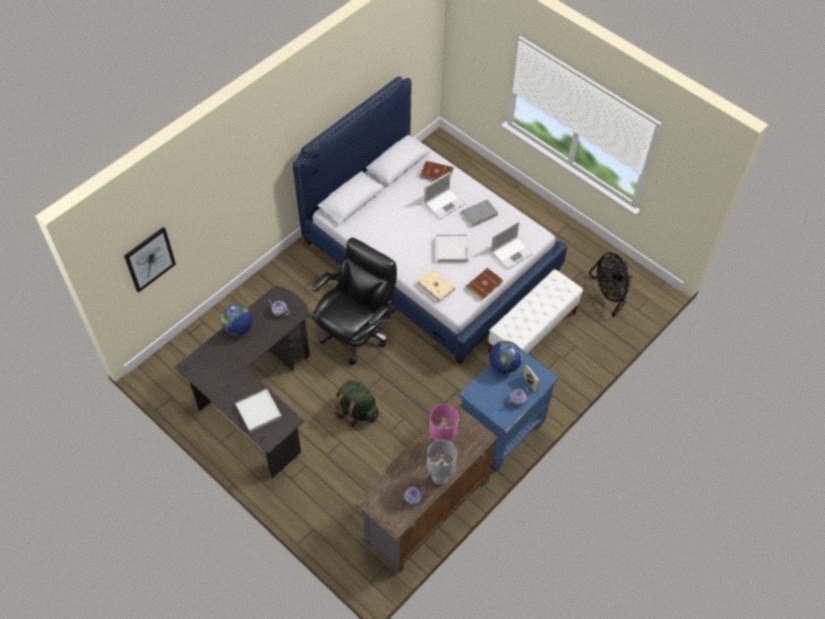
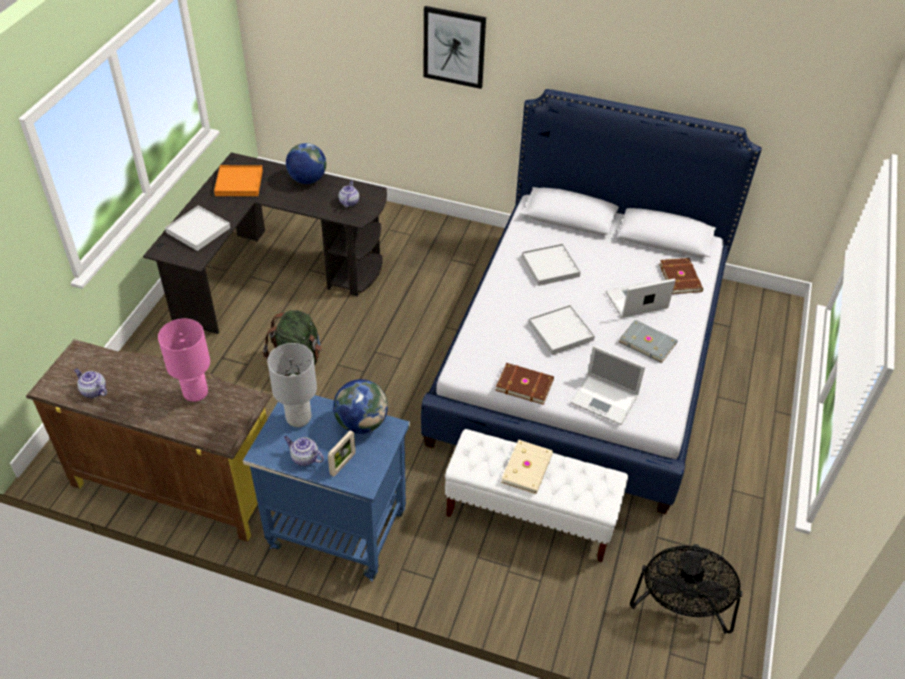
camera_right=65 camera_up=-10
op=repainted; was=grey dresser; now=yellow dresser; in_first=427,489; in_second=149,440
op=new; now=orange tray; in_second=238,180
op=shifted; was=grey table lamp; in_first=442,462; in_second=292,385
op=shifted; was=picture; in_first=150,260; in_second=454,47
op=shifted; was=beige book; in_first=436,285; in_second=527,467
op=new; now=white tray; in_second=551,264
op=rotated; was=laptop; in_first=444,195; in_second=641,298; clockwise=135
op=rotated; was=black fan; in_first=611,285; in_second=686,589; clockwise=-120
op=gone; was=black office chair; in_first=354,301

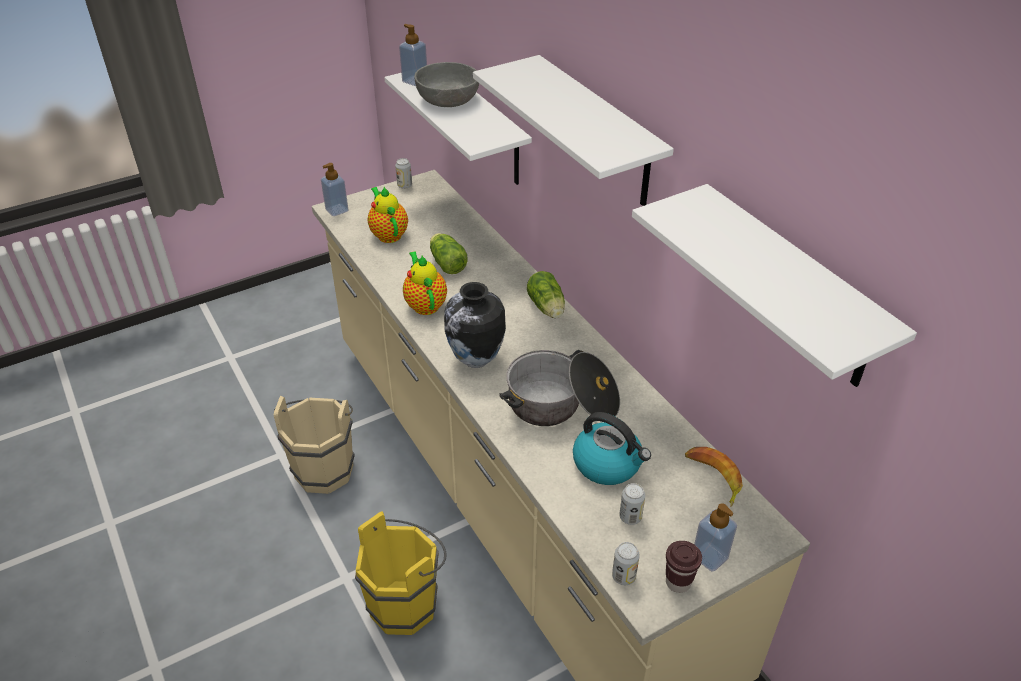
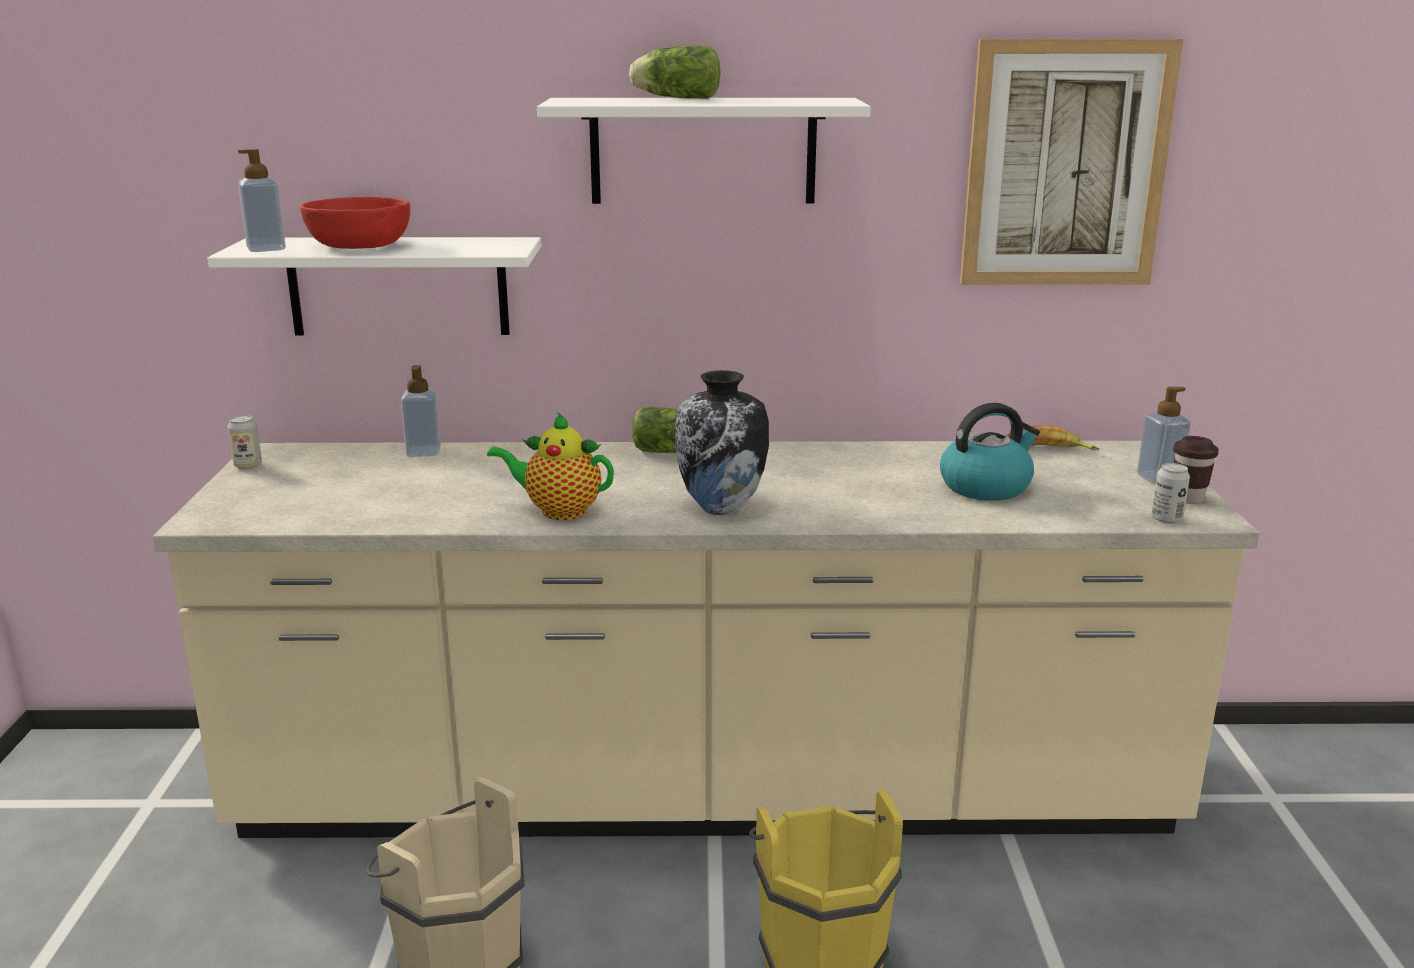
camera_right=-60 camera_up=-20
op=repainted; was=grey bowl; now=red bowl; in_first=446,84; in_second=355,223
op=shifted; was=soap dispenser; in_first=335,189; in_second=421,411
op=shifted; was=lettuce; in_first=449,253; in_second=675,72
op=swapped; was=white shelf; now=picture; in_first=774,285; in_second=1071,162
op=gone; was=teapot; in_first=388,215
op=gone; was=cooking pot; in_first=559,388
op=gone; was=can; in_first=632,504

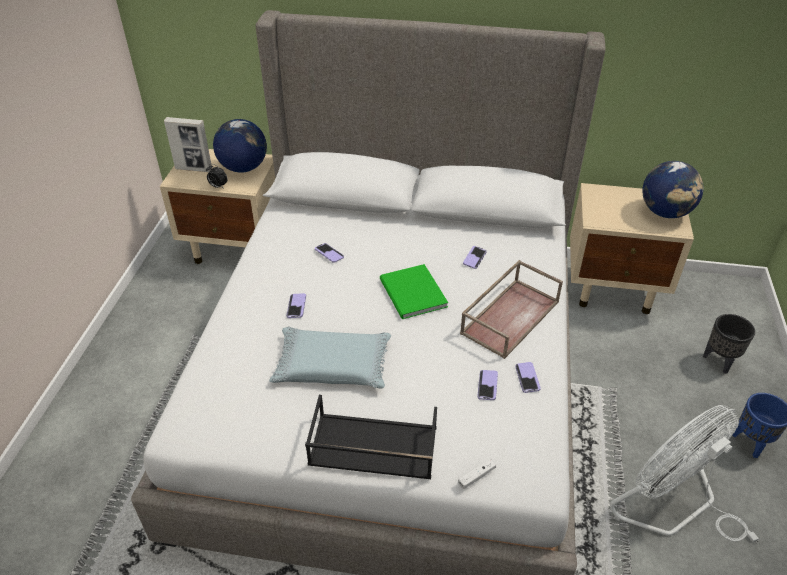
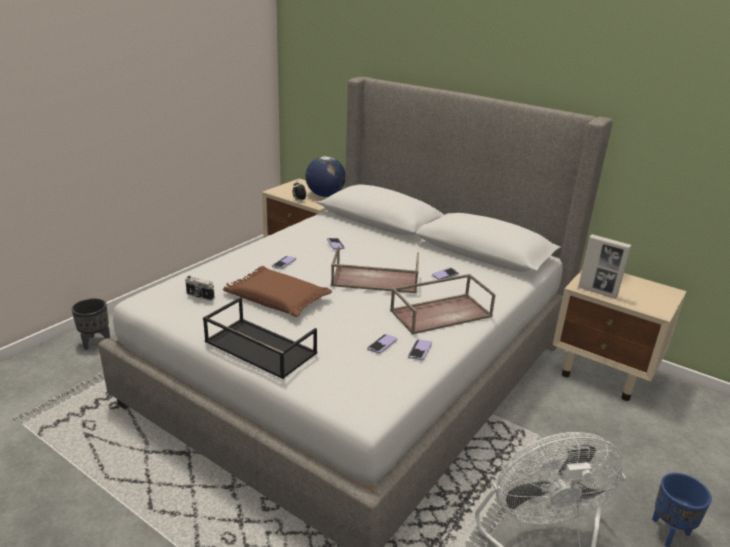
camera_right=25 camera_up=-15
op=shifted; was=black planter; in_first=729,343; in_second=90,324
op=new; now=photo camera; in_second=200,288
op=repainted; was=blue pillow; now=brown pillow; in_first=330,358; in_second=277,291
op=swapped; was=green book; now=brown tray; in_first=414,291; in_second=375,269
op=shifted; was=picture frame; in_first=188,144; in_second=605,266
op=gone; was=white game controller; in_first=477,474
op=gone; was=globe; in_first=673,189

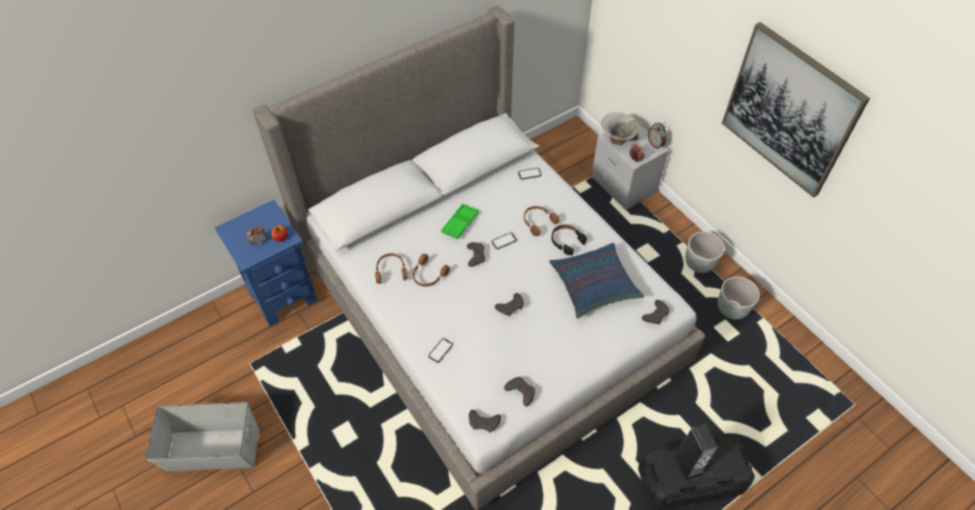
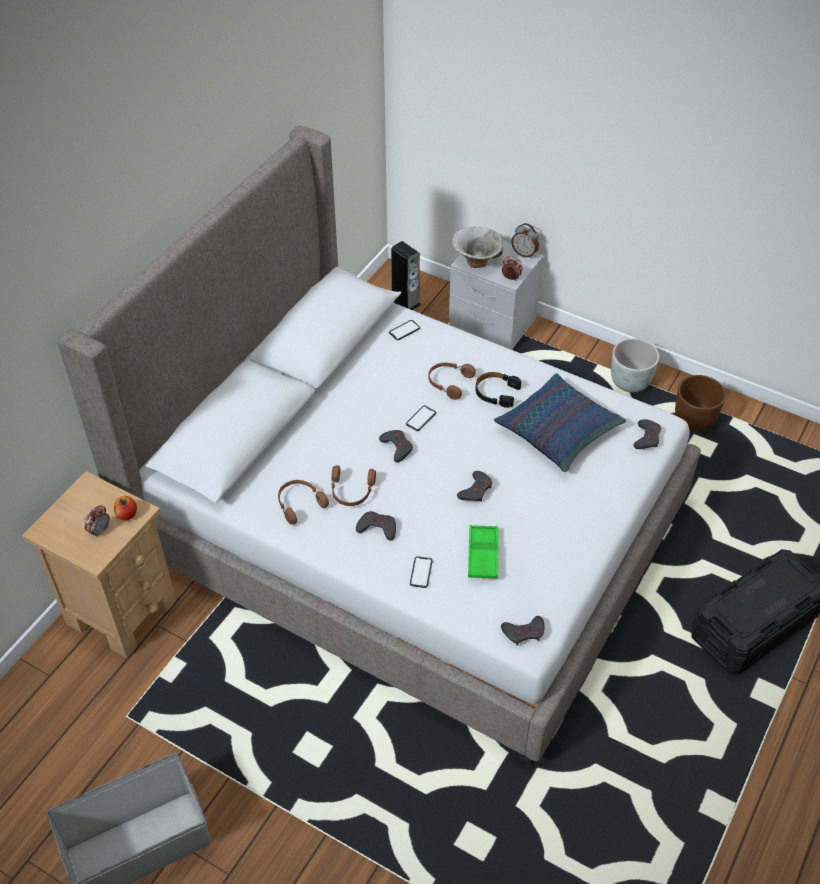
camera_right=-25 camera_up=-5
op=repainted; was=blue nightstand; now=beige nightstand; in_first=266,263; in_second=99,564
op=shifted; was=grey game controller; in_first=519,392; in_second=376,525
op=shifted; was=speaker; in_first=696,452; in_second=406,275
op=shifted; was=green tray; in_first=460,221; in_second=483,552
op=repainted; was=grey planter; now=brown planter; in_first=739,298; in_second=700,403
op=gone; was=picture; in_first=796,110

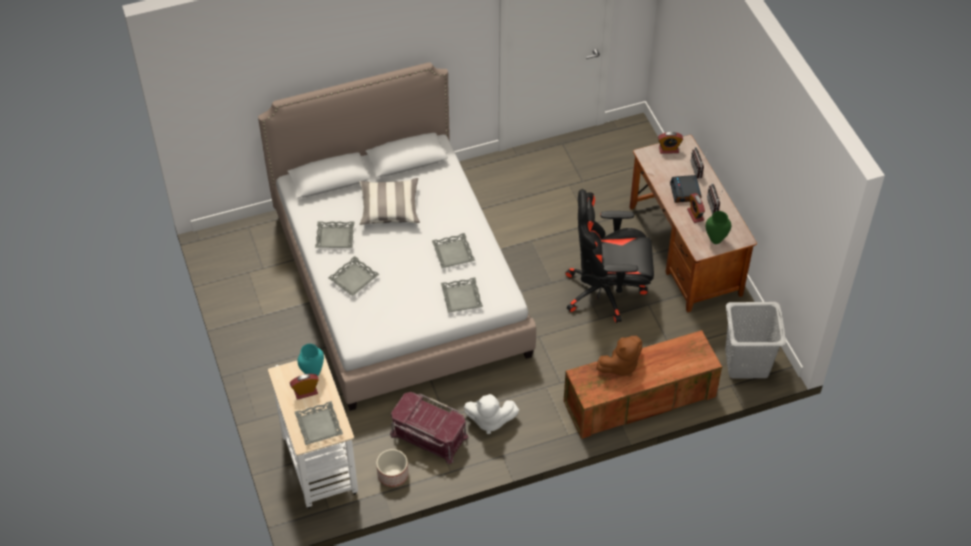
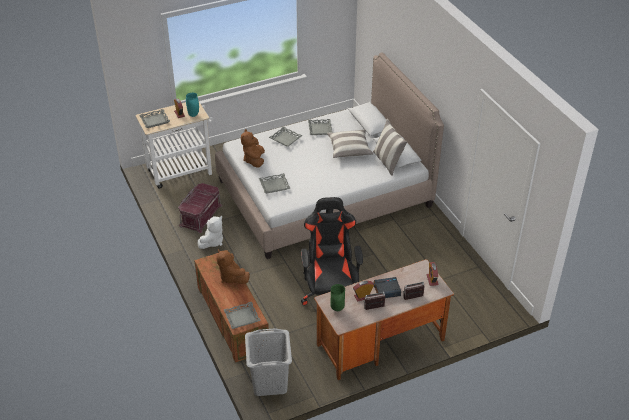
camera_right=85 camera_up=-10
op=rotated; was=white plush toy; in_first=491,414; in_second=210,232; clockwise=-150
op=shifted; was=grey tray; in_first=453,250; in_second=242,315
op=new; now=brown plush toy; in_second=253,148
op=new; now=pillow; in_second=390,147
op=gone; was=planter; in_first=392,468

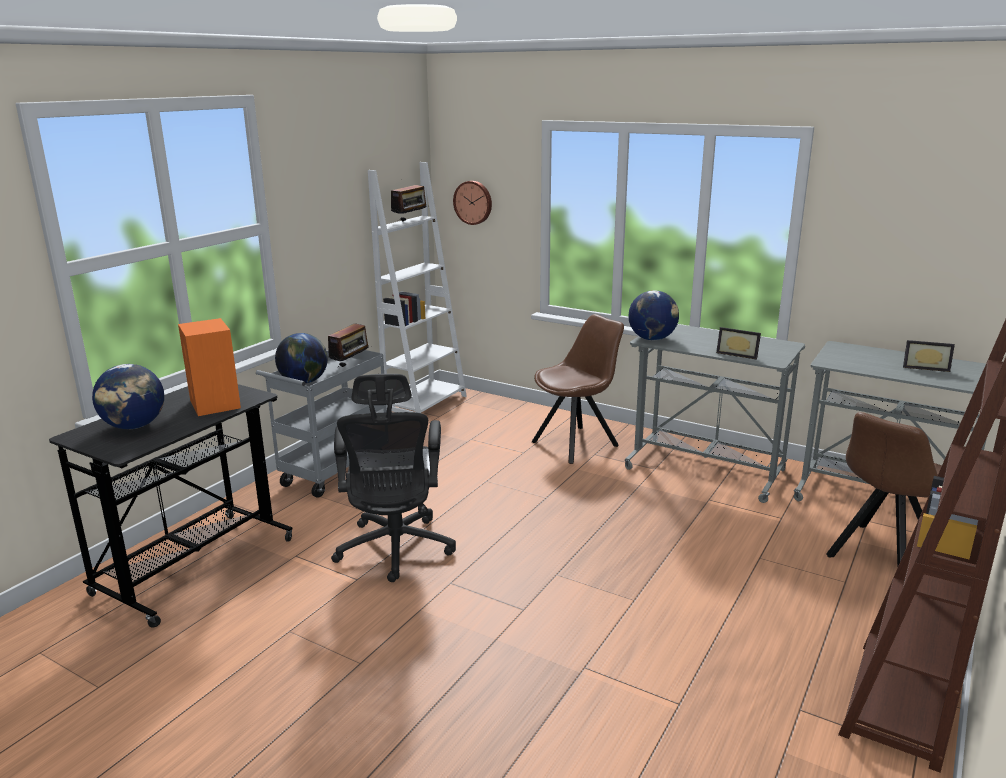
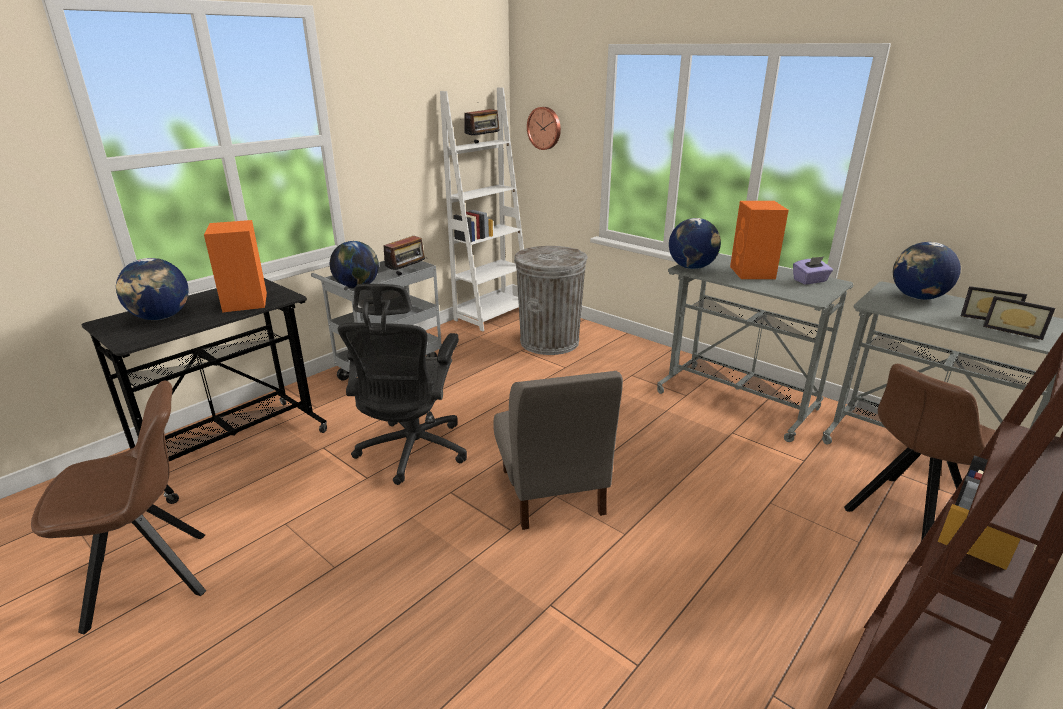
camera_right=10 camera_up=5
op=shifted; was=brown chair; in_first=578,389; in_second=118,508
op=new; now=grey chair; in_second=558,450
op=new; now=grey trash can; in_second=551,300
op=new; now=orange speaker; in_second=759,240
op=new; now=purple tissue box; in_second=813,271
op=new; now=globe; in_second=927,271
op=shifted; was=picture frame; in_first=738,343; in_second=1019,318

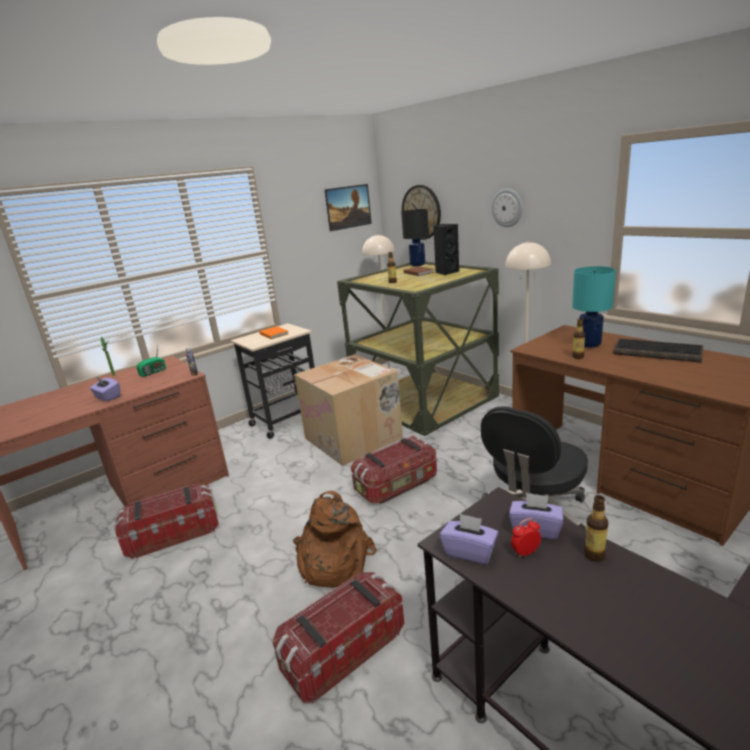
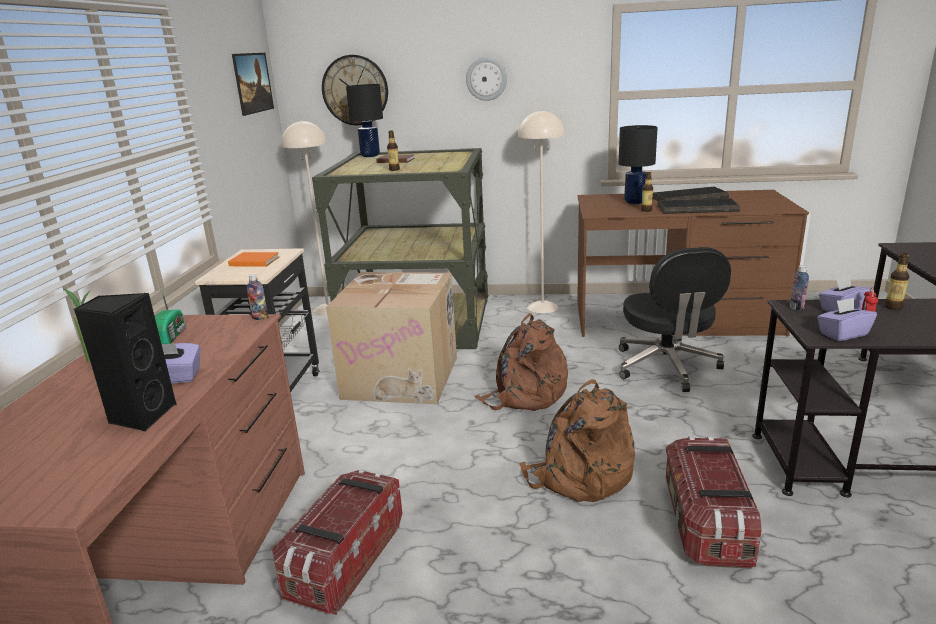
camera_right=-45 camera_up=0
op=shifted; was=black speaker; in_first=446,249; in_second=125,362
op=swapped; was=storage box; now=brown backpack; in_first=394,470; in_second=521,362
op=repainted; was=turquoise table lamp; now=black table lamp; in_first=594,307; in_second=638,164
op=new; now=keyboard; in_second=699,206
op=new; now=bottle; in_second=799,288

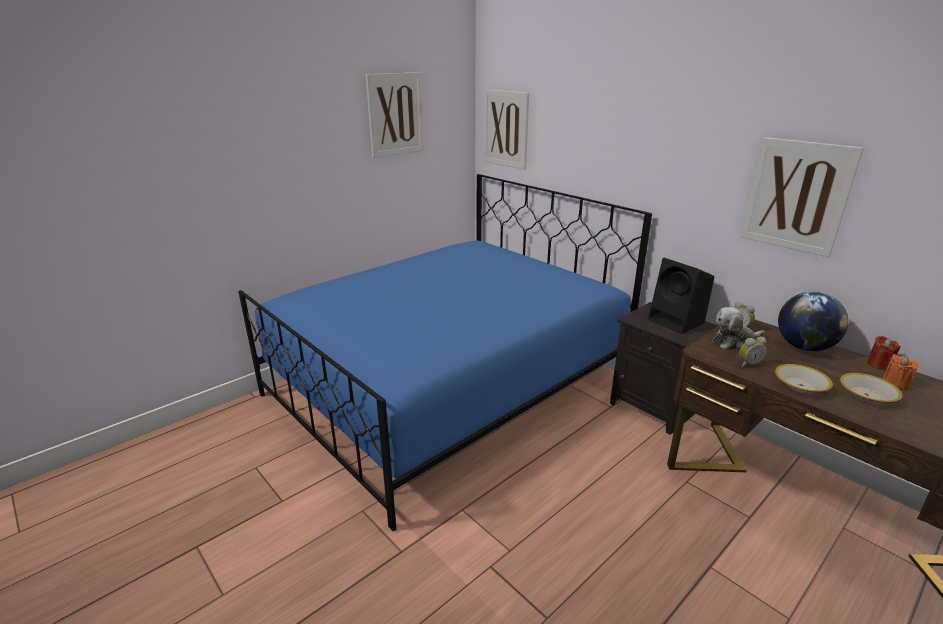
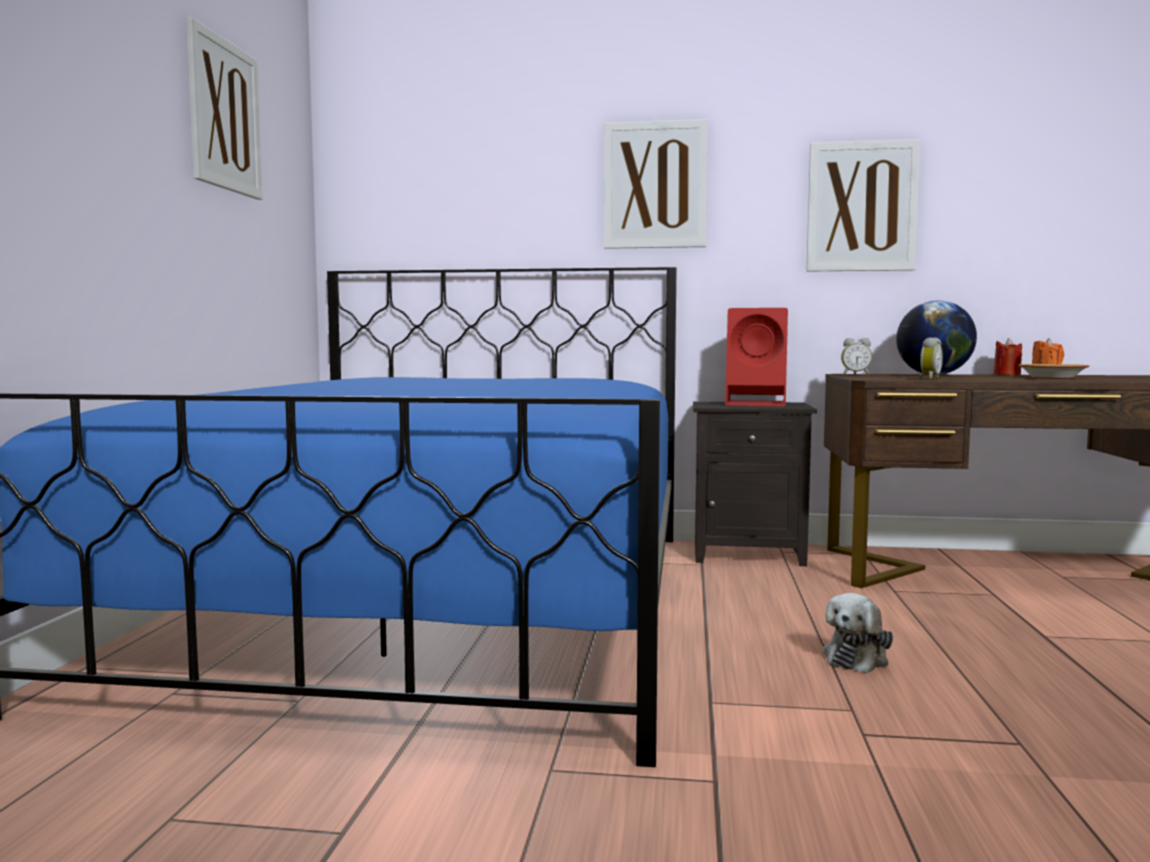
camera_right=-40 camera_up=-20
op=shifted; was=picture; in_first=506,130; in_second=656,184
op=repainted; was=black speaker; now=red speaker; in_first=681,296; in_second=756,357
op=shifted; was=plush toy; in_first=738,328; in_second=857,633
op=gone; was=bowl; in_first=804,379

